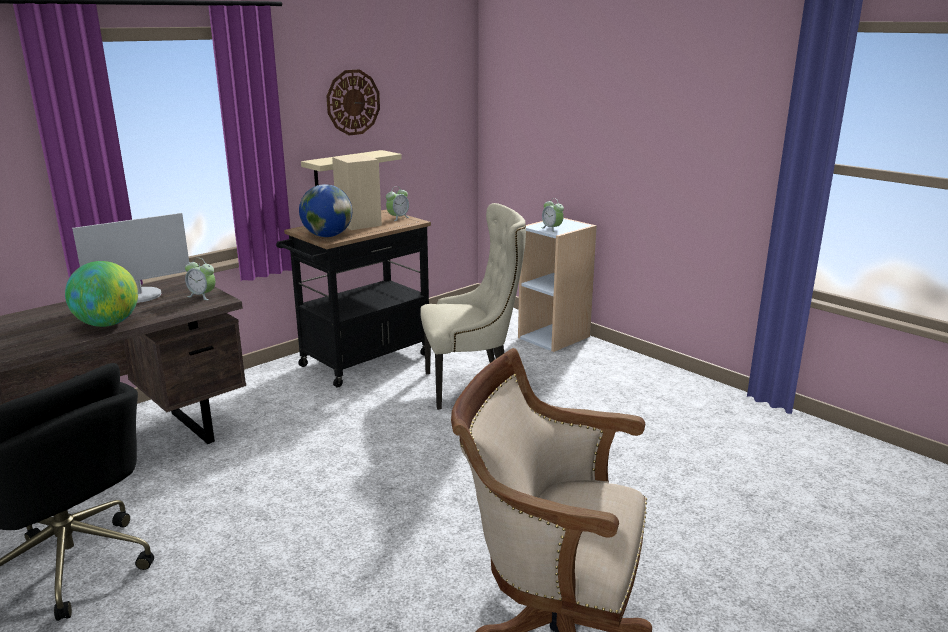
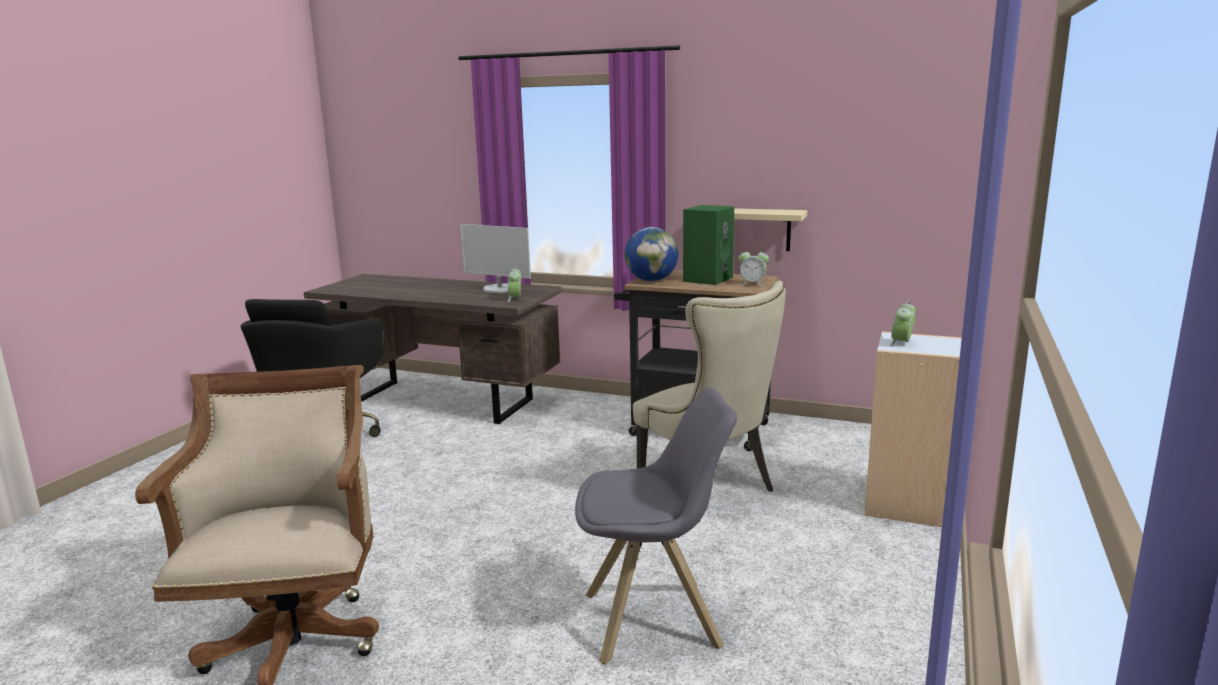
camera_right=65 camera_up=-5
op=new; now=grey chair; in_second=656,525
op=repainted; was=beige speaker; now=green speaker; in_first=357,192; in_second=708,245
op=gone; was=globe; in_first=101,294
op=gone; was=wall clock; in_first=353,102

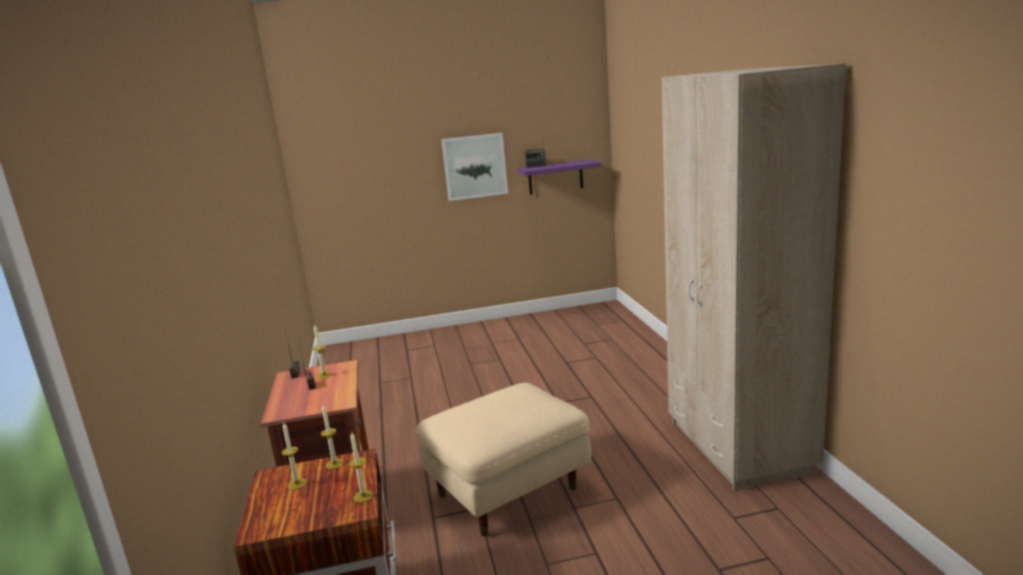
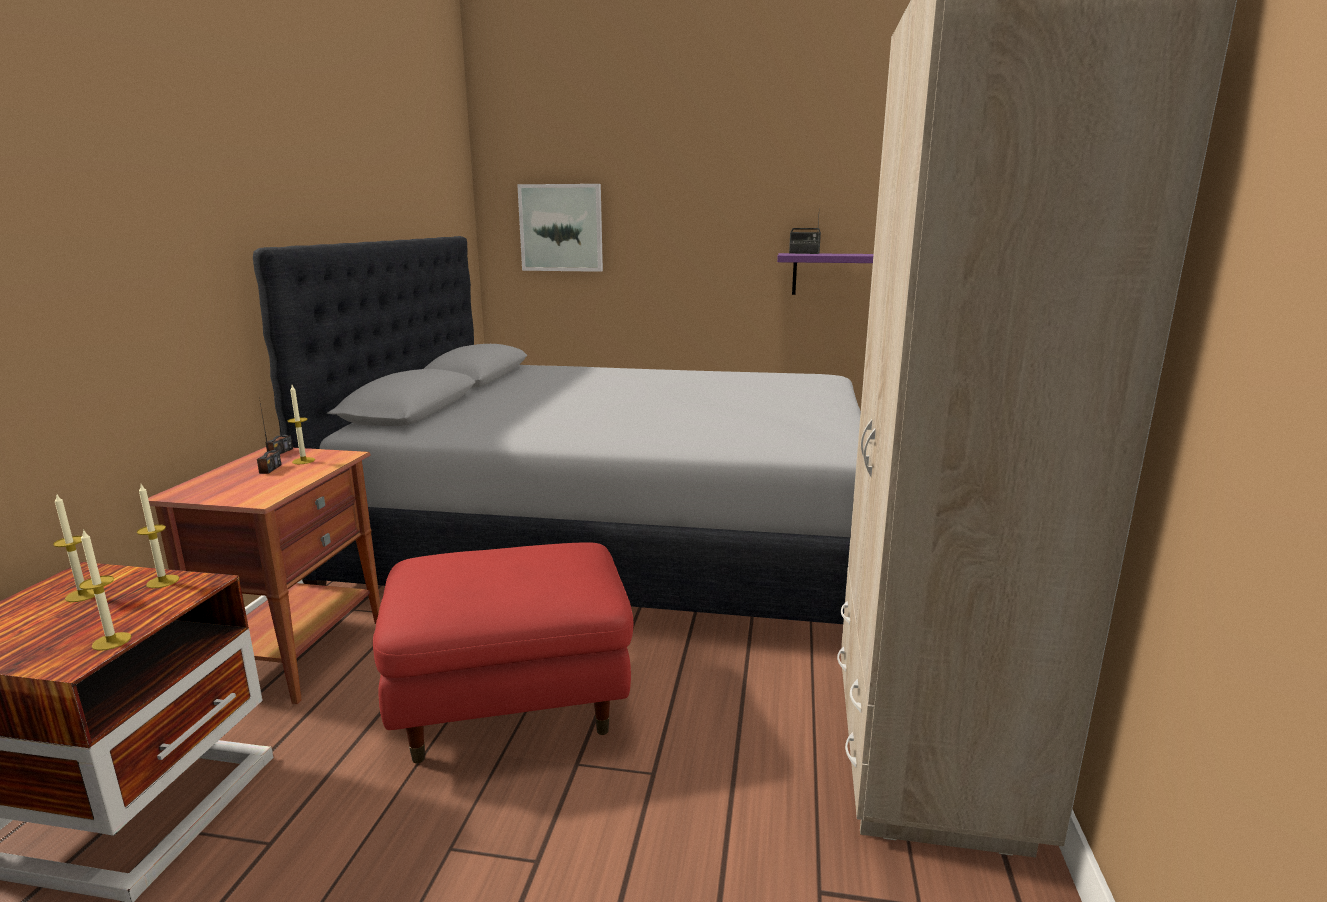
camera_right=20 camera_up=0
op=new; now=grey bed; in_second=557,430
op=repainted; was=beige ottoman; now=red ottoman; in_first=503,460; in_second=503,652
op=shifted; was=picture; in_first=474,167; in_second=560,228

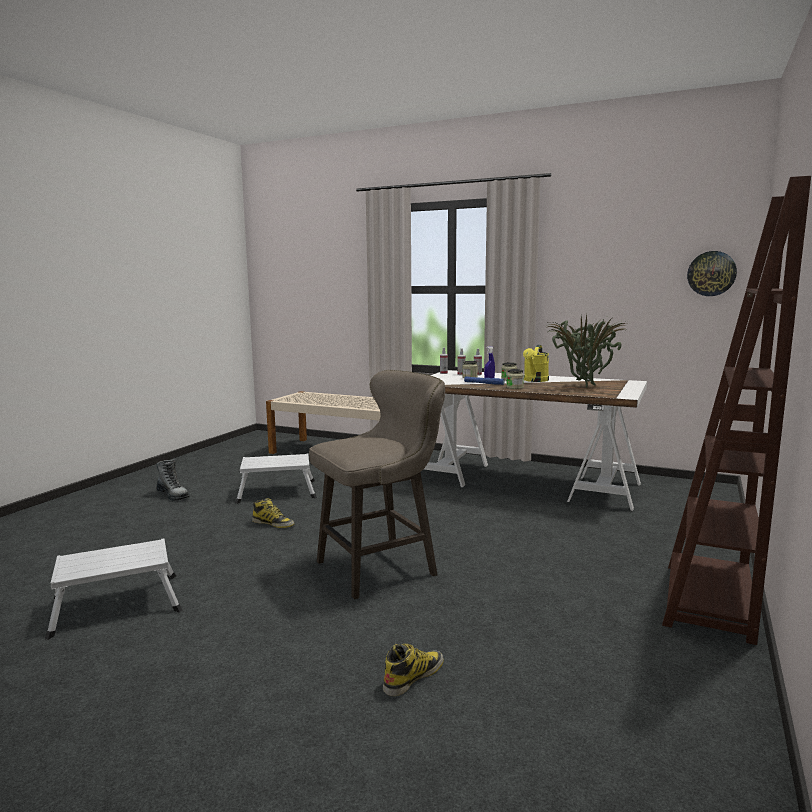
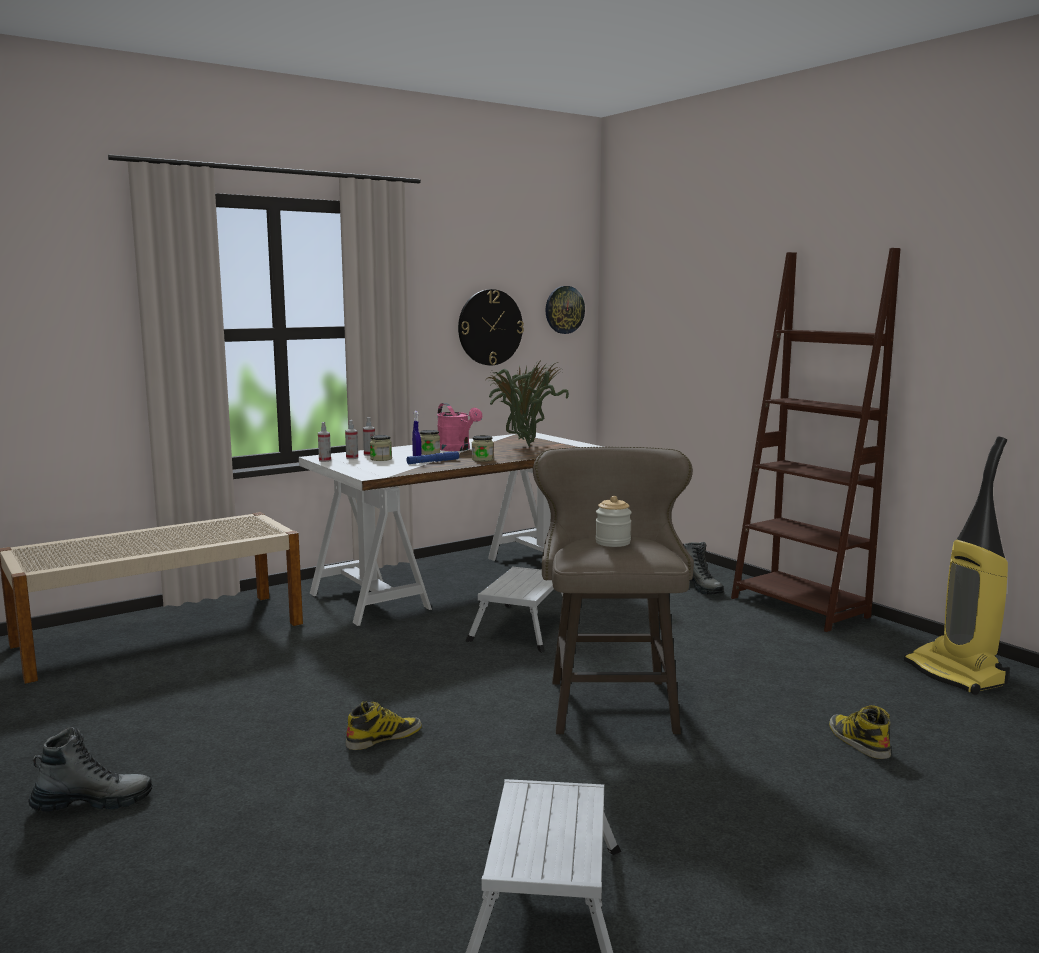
camera_right=-60 camera_up=0
op=repainted; was=yellow watering can; now=pink watering can; in_first=536,363; in_second=459,427
op=new; now=wall clock; in_second=491,327
op=shifted; was=white step ladder; in_first=276,478; in_second=514,610
op=new; now=jar; in_second=613,521
op=new; now=boot; in_second=704,568
op=new; now=vacuum cleaner; in_second=956,566

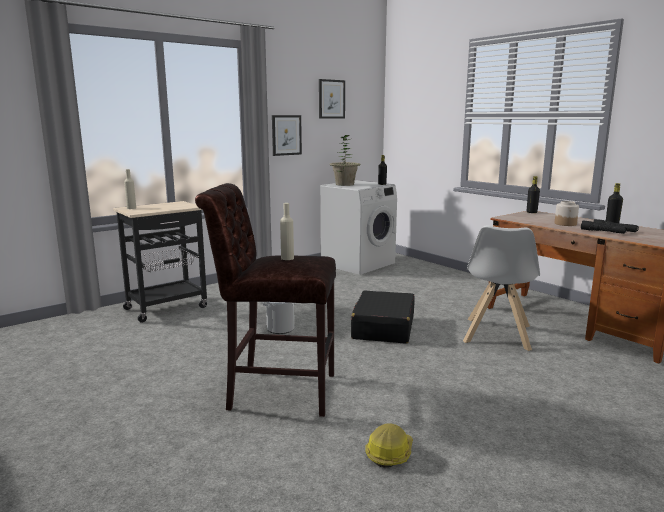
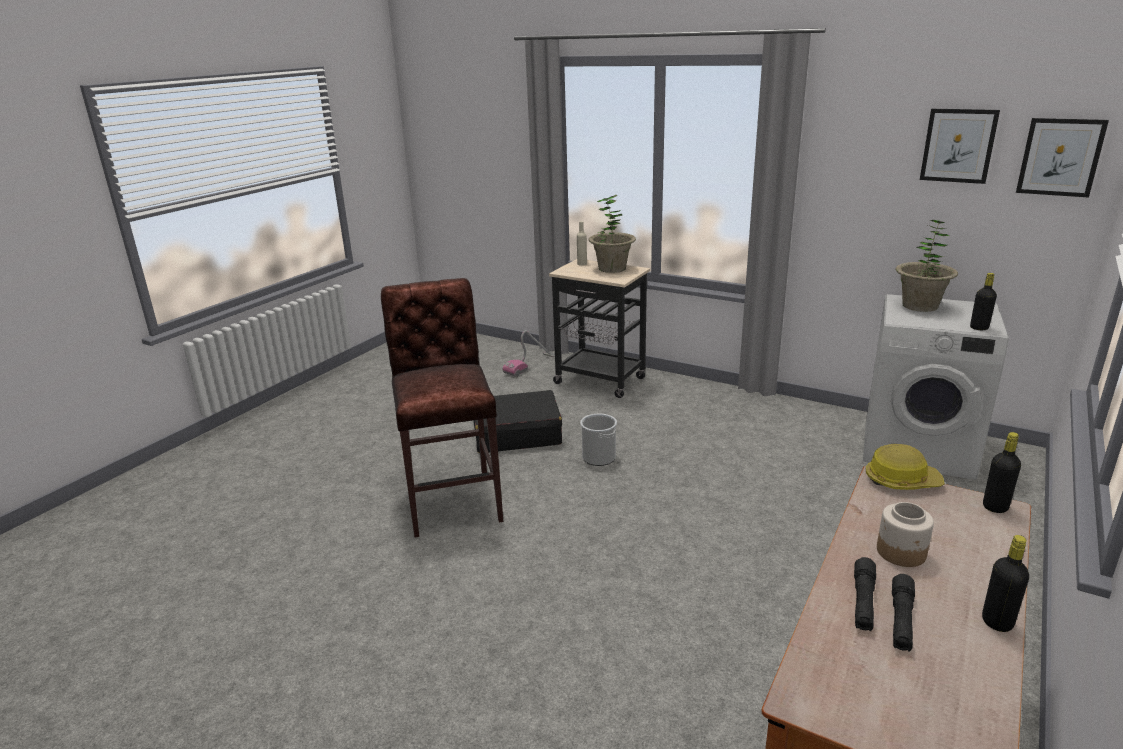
camera_right=70 camera_up=10
op=shifted; was=black suitcase; in_first=382,317; in_second=517,421
op=new; now=vacuum cleaner; in_second=529,353
op=new; now=potted plant; in_second=612,234
op=shifted; was=hard hat; in_first=389,445; in_second=905,467
op=shifted; was=picture; in_first=287,135; in_second=1062,158
op=gone; was=beige bottle; in_first=287,231
op=gone; was=chair; in_first=501,288

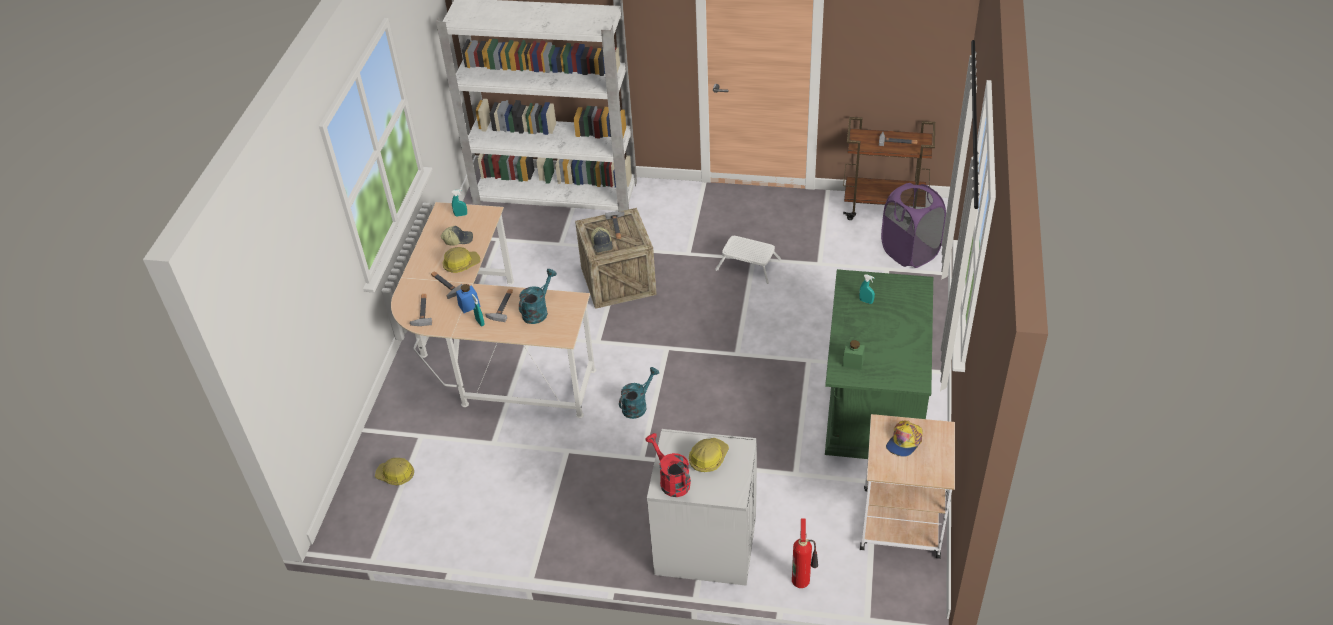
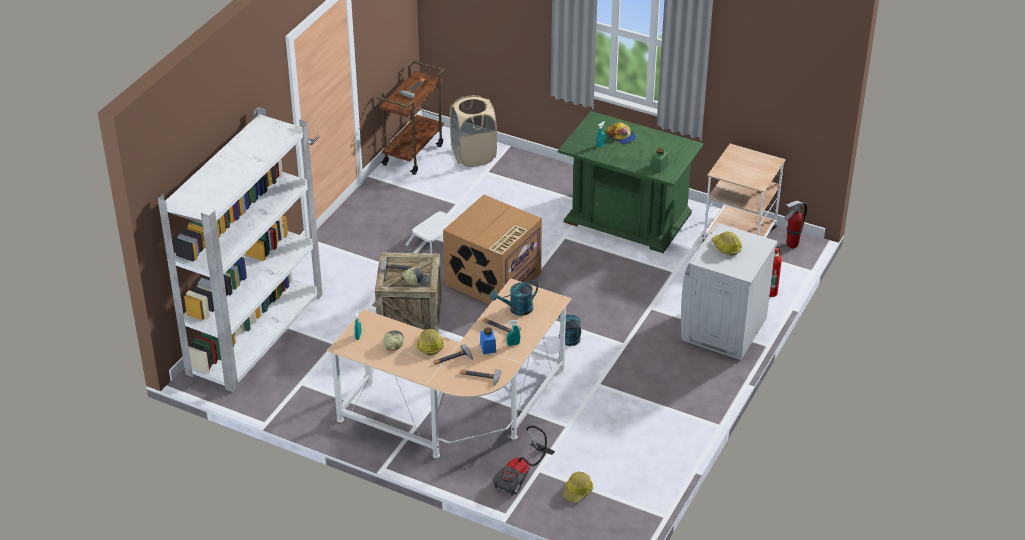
camera_right=-75 camera_up=-5
op=new; now=cardboard box; in_second=492,250
op=repainted; was=purple laundry basket; now=beige laundry basket; in_first=913,225; in_second=473,131
op=rotated; was=turquoise watering can; in_first=538,296; in_second=514,298; clockwise=-75
op=new; now=vacuum cleaner; in_second=524,460
op=shifted; was=cap; in_first=904,438; in_second=621,133
op=new; now=fire extinguisher; in_second=795,224
op=gone; was=red watering can; in_first=668,465

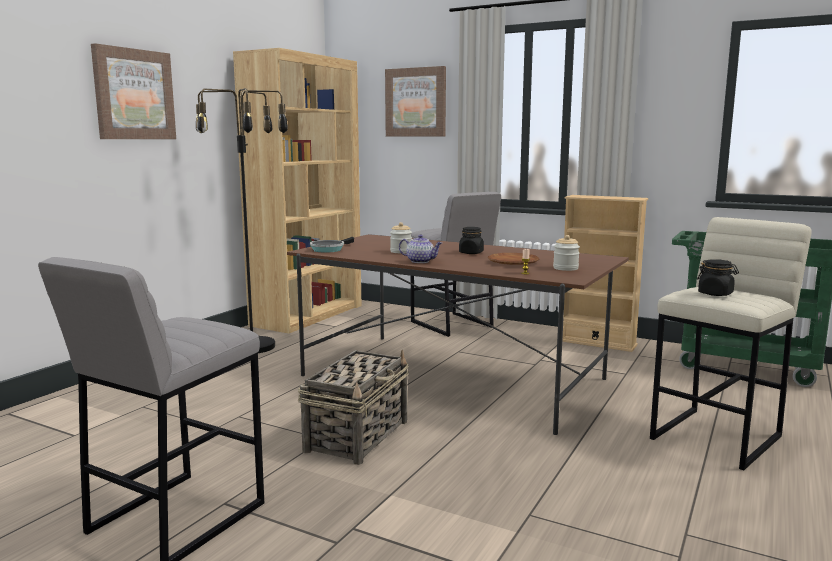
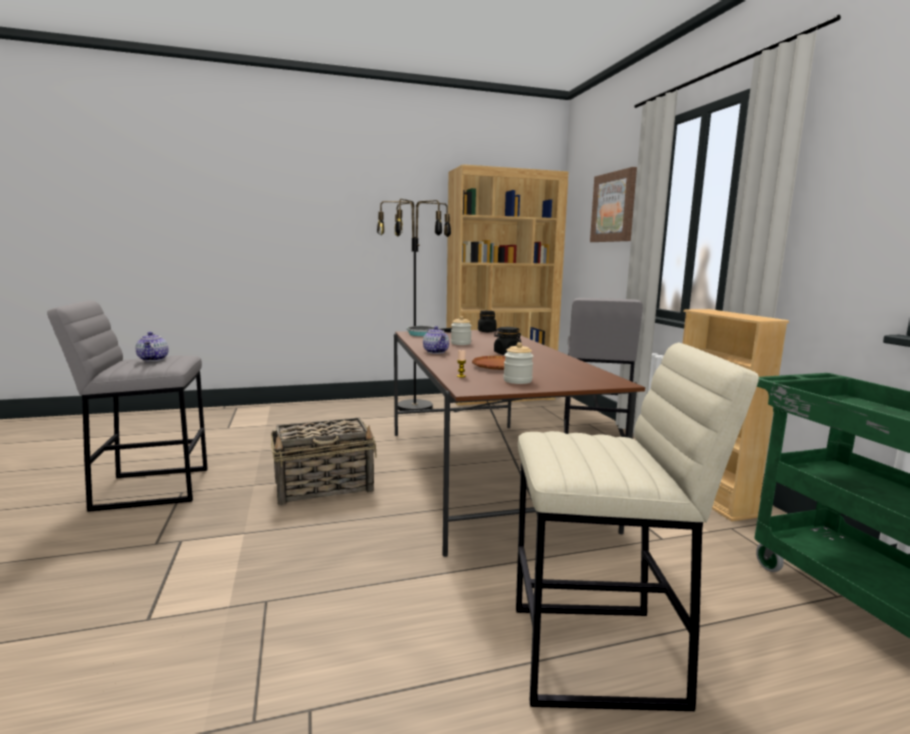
camera_right=45 camera_up=0
op=new; now=teapot; in_second=152,346
op=shifted; was=black jar; in_first=718,277; in_second=487,321
op=gone; was=picture; in_first=133,91

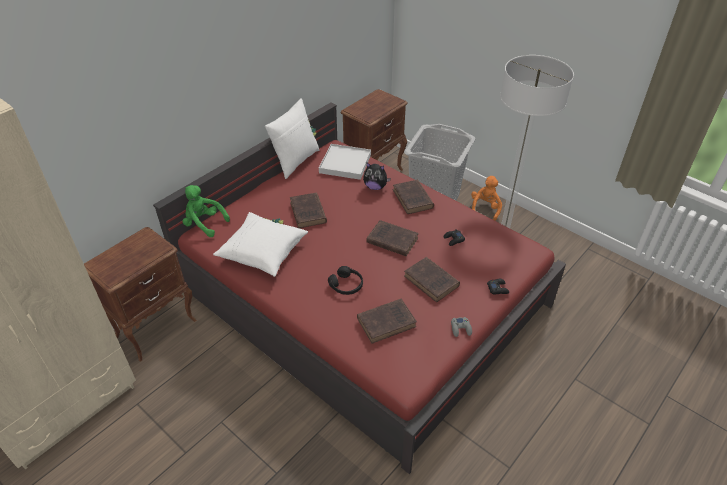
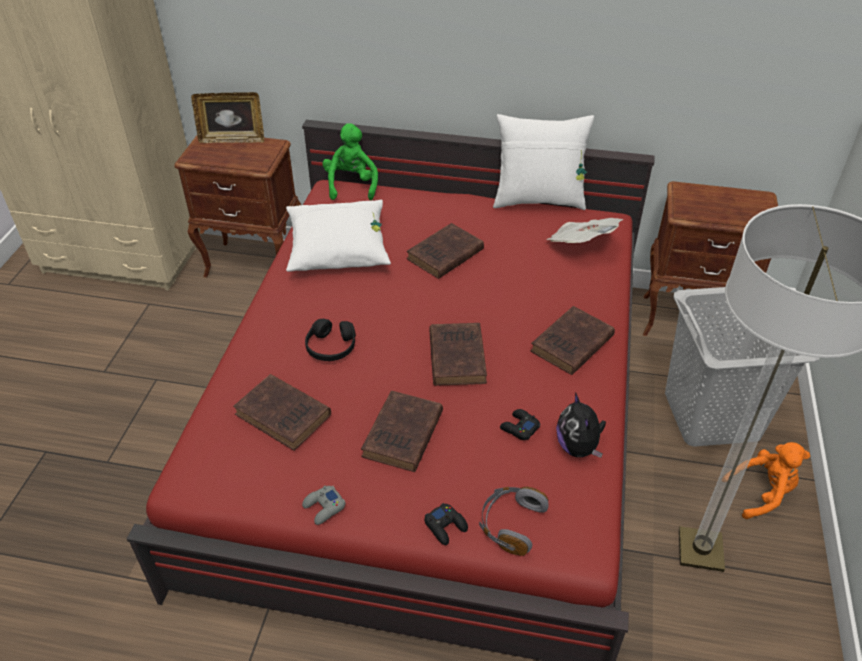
camera_right=60 camera_up=0
op=new; now=picture frame; in_second=227,117
op=new; now=grey headphones; in_second=514,521
op=swapped; was=white tray; now=newspaper; in_first=345,162; in_second=584,230
op=shifted; was=plush toy; in_first=377,176; in_second=581,425

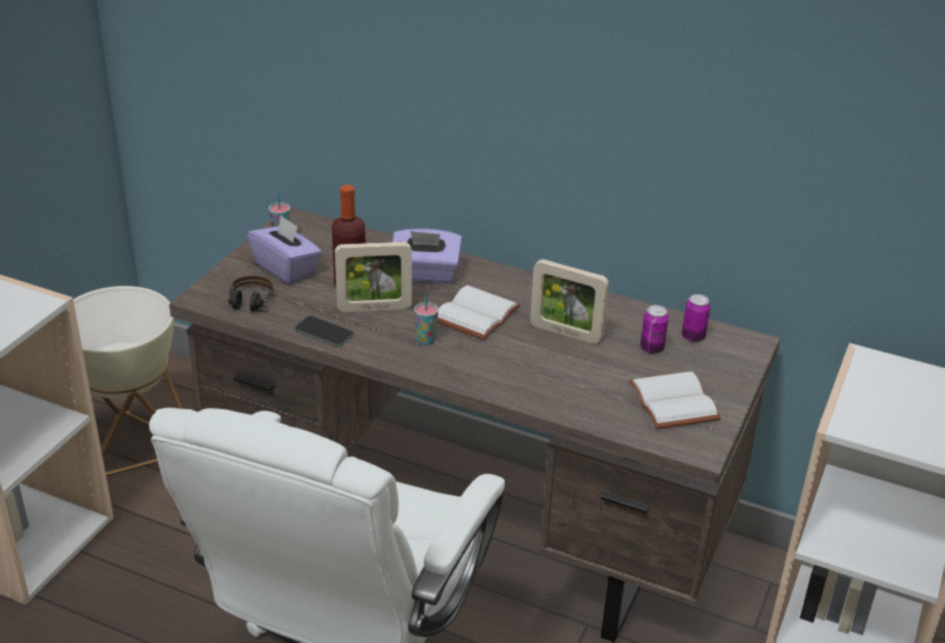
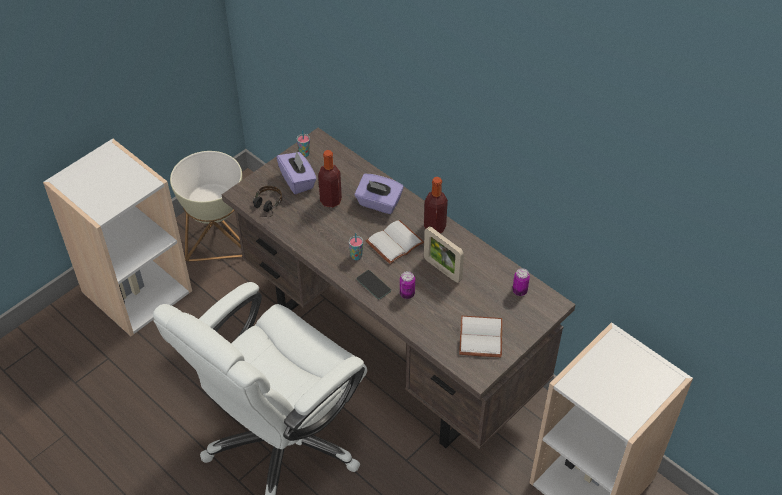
camera_right=20 camera_up=15
op=shifted; was=phone; in_first=324,331; in_second=373,284
op=shifted; was=can; in_first=654,329; in_second=407,285
op=new; now=bottle; in_second=436,205
op=gone; was=picture frame; in_first=373,277

